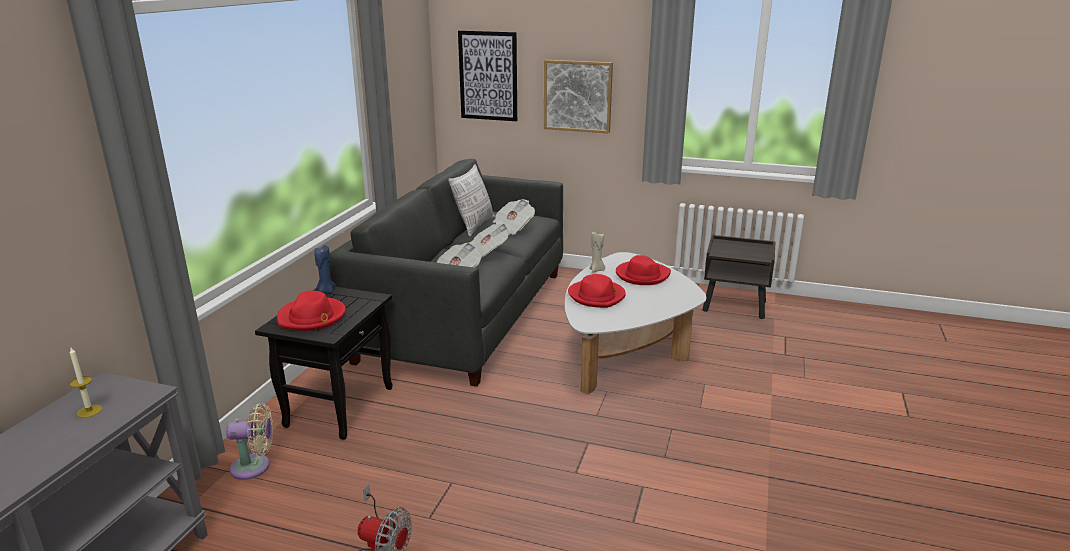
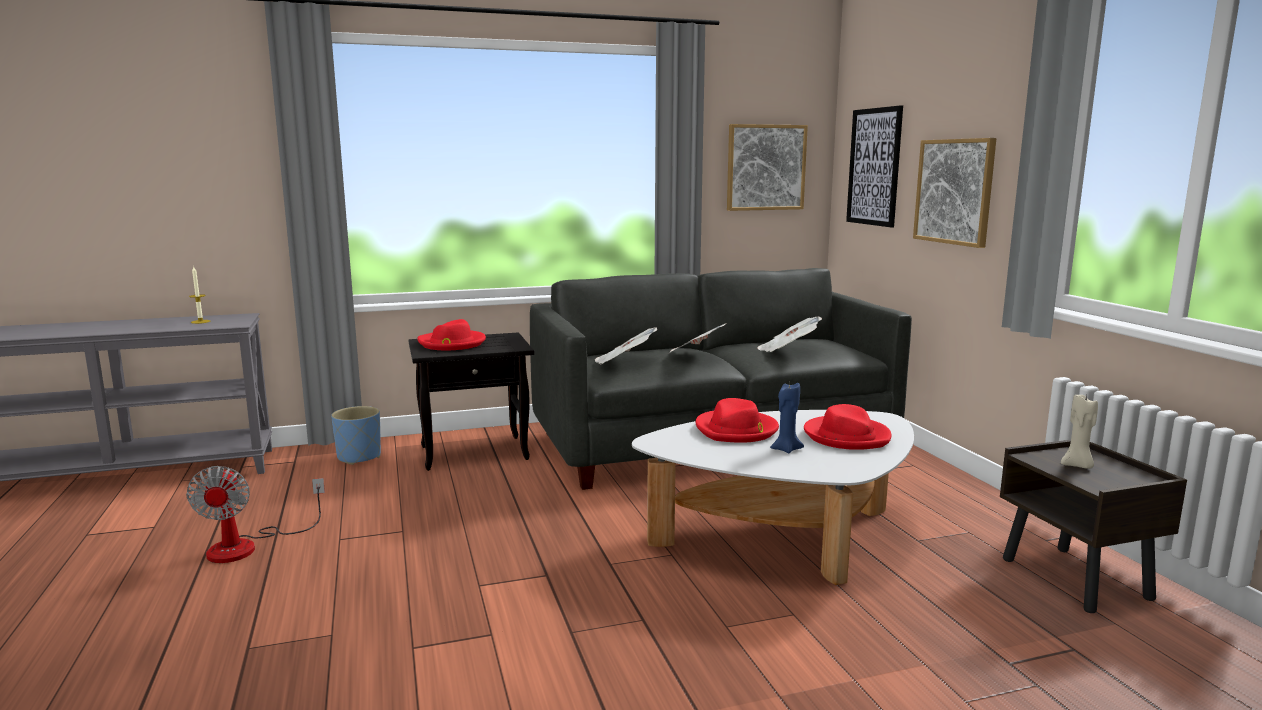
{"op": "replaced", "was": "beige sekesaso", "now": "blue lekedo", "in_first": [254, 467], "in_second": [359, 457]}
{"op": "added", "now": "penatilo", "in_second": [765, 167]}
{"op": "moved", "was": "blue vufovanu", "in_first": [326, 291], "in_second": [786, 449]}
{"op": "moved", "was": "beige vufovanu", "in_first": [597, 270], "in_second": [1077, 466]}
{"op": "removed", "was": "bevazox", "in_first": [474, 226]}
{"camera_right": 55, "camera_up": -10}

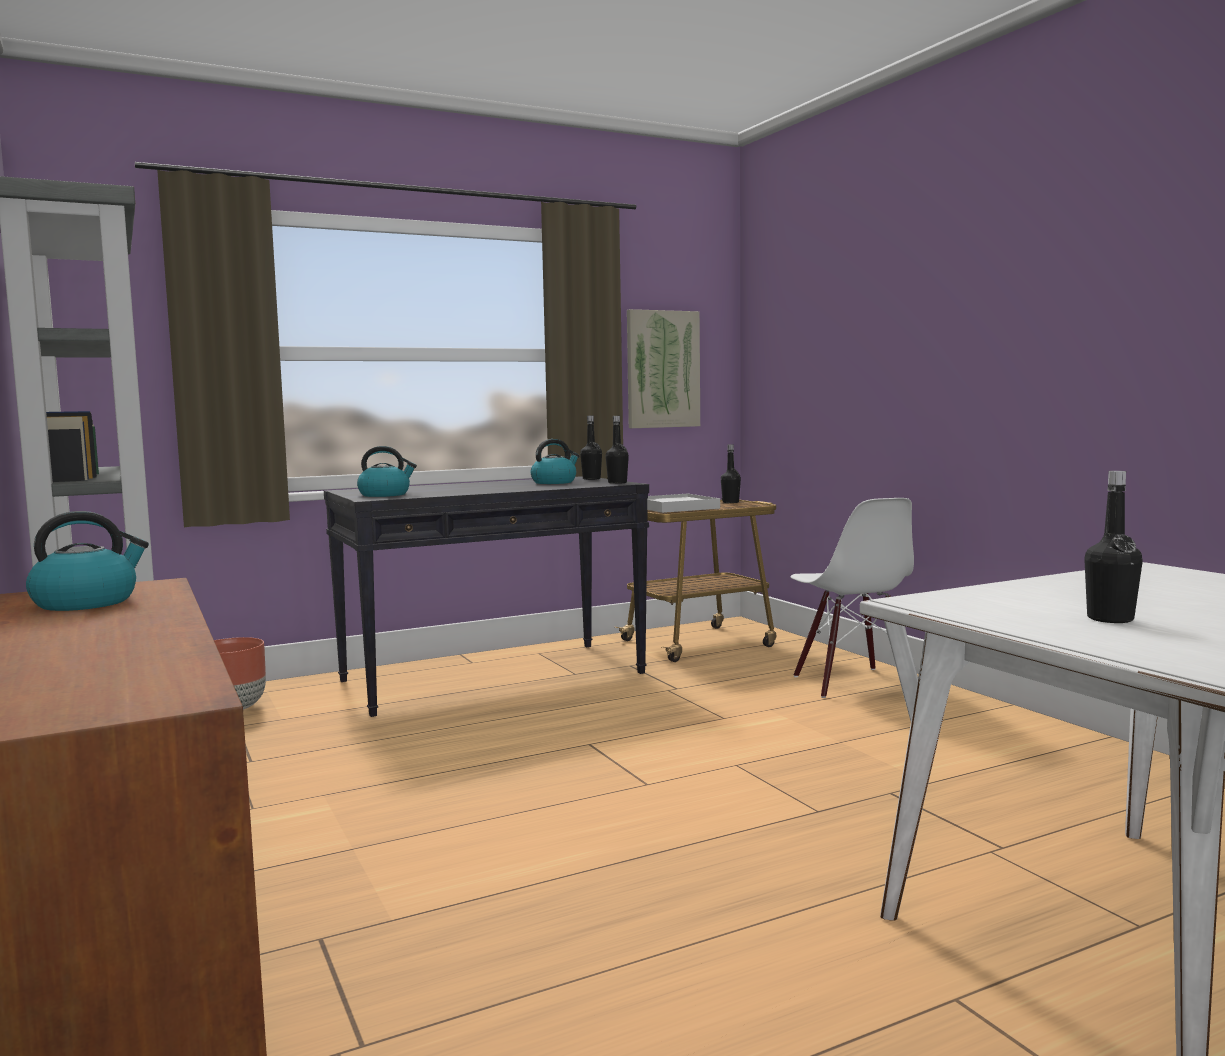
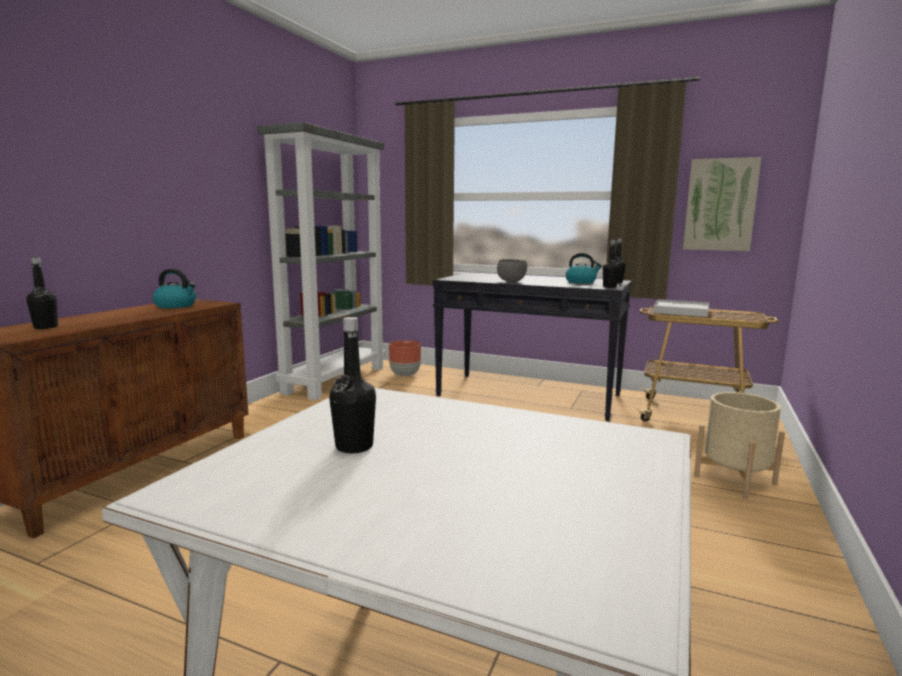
{"op": "moved", "was": "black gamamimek", "in_first": [730, 502], "in_second": [46, 327]}
{"op": "added", "now": "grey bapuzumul", "in_second": [512, 281]}
{"op": "replaced", "was": "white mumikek", "now": "beige lekedo", "in_first": [852, 683], "in_second": [734, 480]}
{"op": "removed", "was": "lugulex", "in_first": [385, 494]}
{"camera_right": 50, "camera_up": 5}

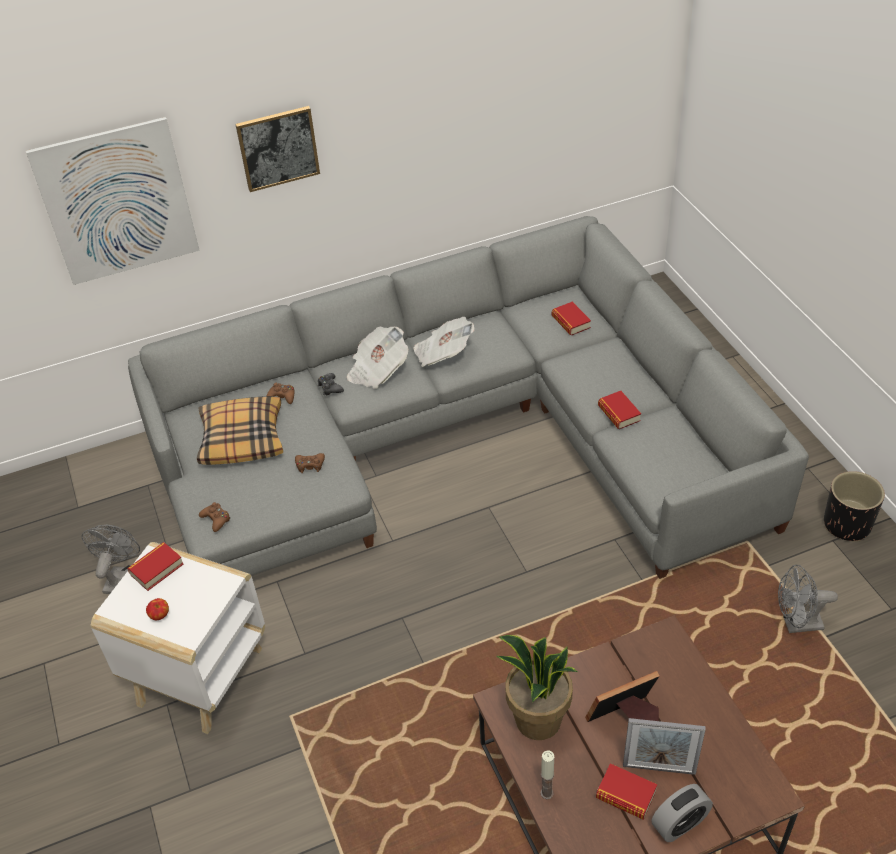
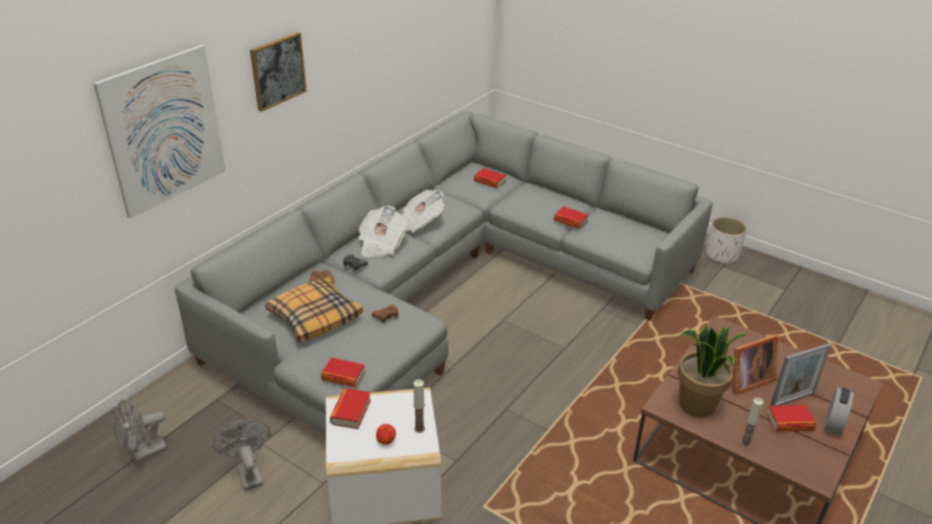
{"op": "moved", "was": "grey sekesaso", "in_first": [796, 625], "in_second": [144, 453]}
{"op": "replaced", "was": "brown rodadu", "now": "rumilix", "in_first": [216, 519], "in_second": [343, 376]}
{"op": "added", "now": "vufovanu", "in_second": [419, 428]}
{"op": "recoloured", "was": "black lekedo", "now": "white lekedo", "in_first": [846, 524], "in_second": [722, 255]}
{"op": "turned", "was": "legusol", "in_first": [625, 718], "in_second": [745, 381], "clockwise": -150}
{"camera_right": -35, "camera_up": -10}

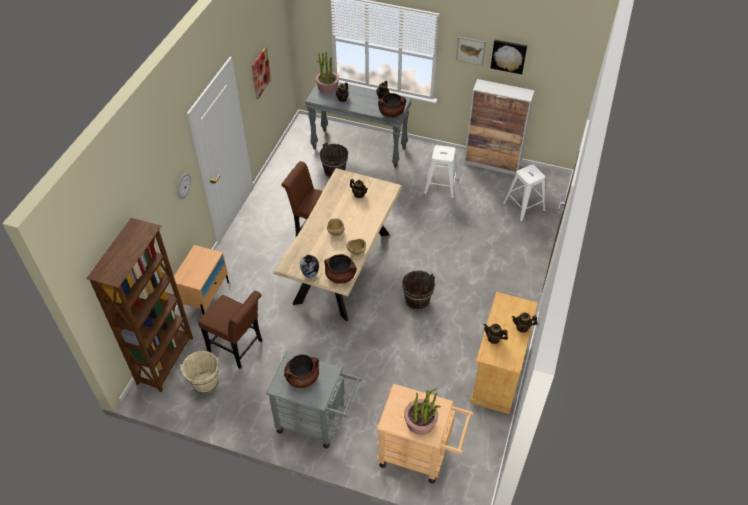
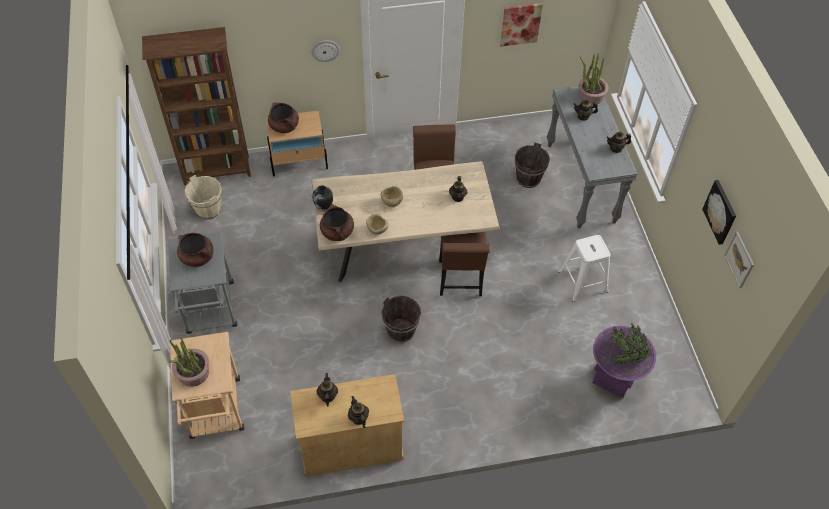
{"op": "moved", "was": "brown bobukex", "in_first": [391, 113], "in_second": [284, 126]}
{"op": "moved", "was": "brown mumikek", "in_first": [238, 348], "in_second": [460, 282]}
{"op": "replaced", "was": "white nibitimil", "now": "purple lekedo", "in_first": [523, 206], "in_second": [614, 377]}
{"op": "moved", "was": "penatilo", "in_first": [470, 50], "in_second": [739, 259]}
{"op": "removed", "was": "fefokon", "in_first": [492, 164]}
{"camera_right": 60, "camera_up": 5}

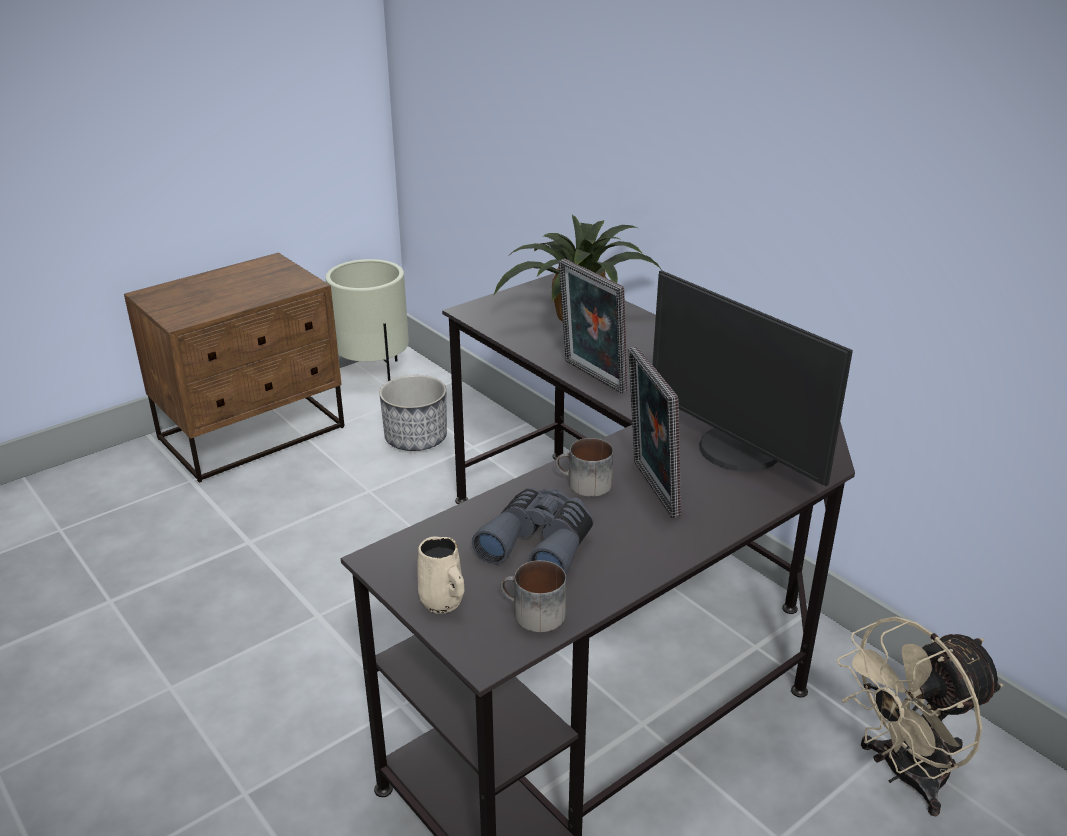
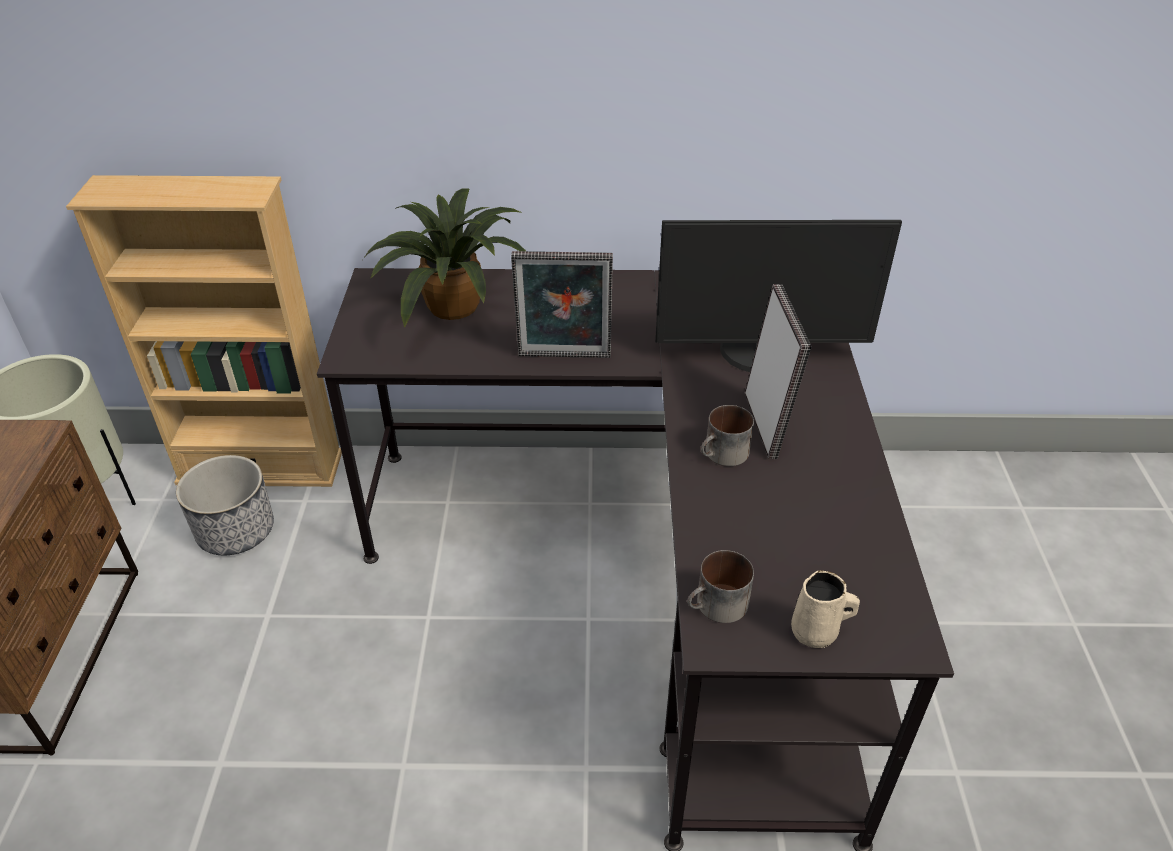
{"op": "added", "now": "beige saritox", "in_second": [261, 467]}
{"op": "moved", "was": "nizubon", "in_first": [532, 614], "in_second": [717, 607]}
{"op": "turned", "was": "legusol", "in_first": [650, 489], "in_second": [766, 424], "clockwise": -120}
{"op": "removed", "was": "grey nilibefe", "in_first": [539, 544]}
{"op": "removed", "was": "beige sekesaso", "in_first": [903, 775]}
{"camera_right": -50, "camera_up": 10}

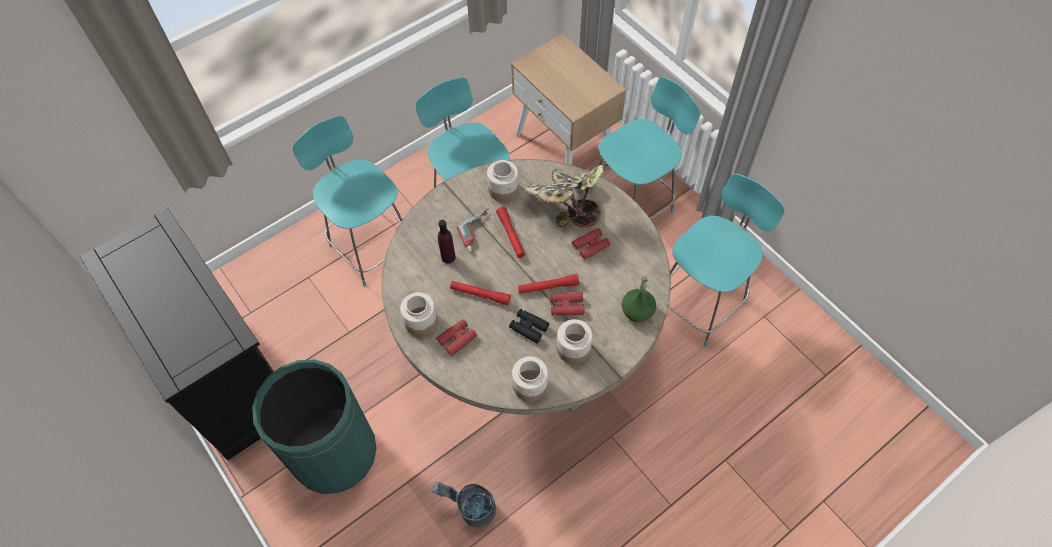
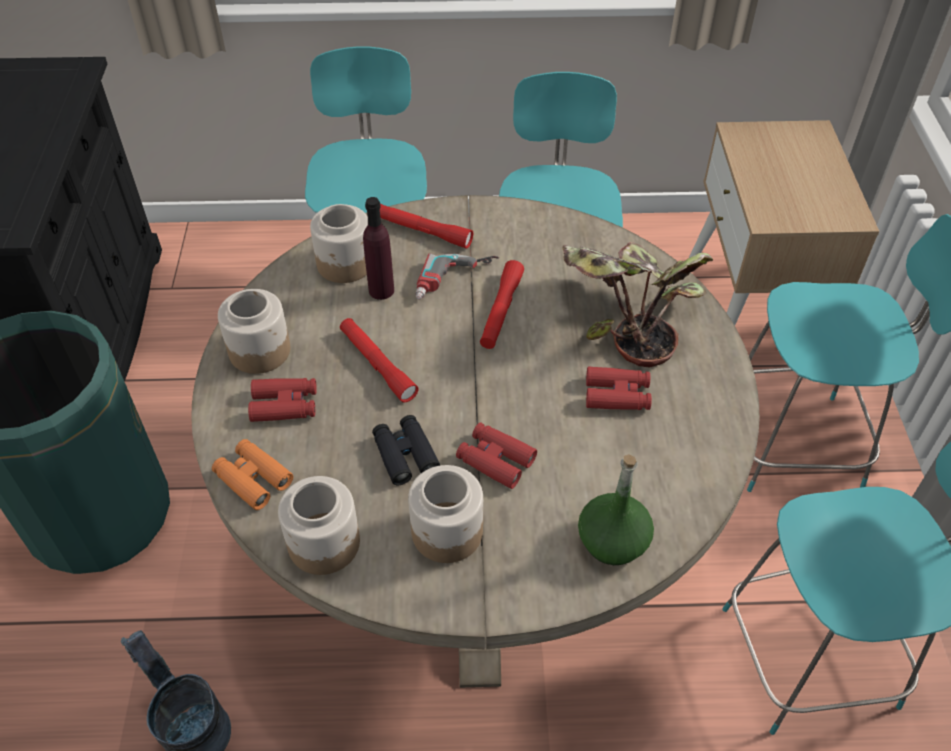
{"op": "added", "now": "orange nilibefe", "in_second": [253, 479]}
{"op": "moved", "was": "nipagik", "in_first": [504, 189], "in_second": [345, 264]}
{"op": "moved", "was": "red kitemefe", "in_first": [548, 287], "in_second": [423, 232]}
{"camera_right": 35, "camera_up": -10}

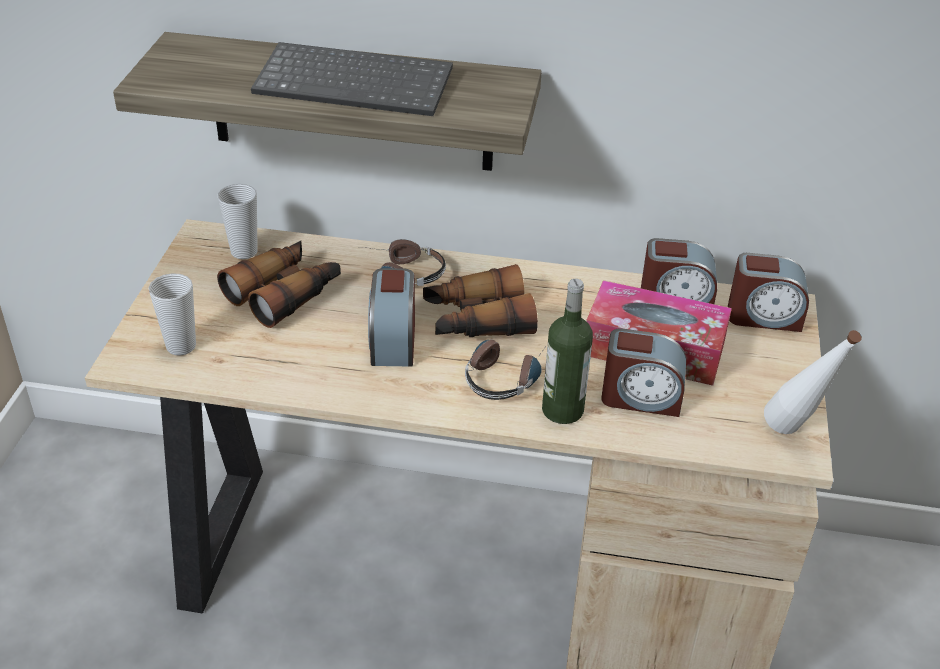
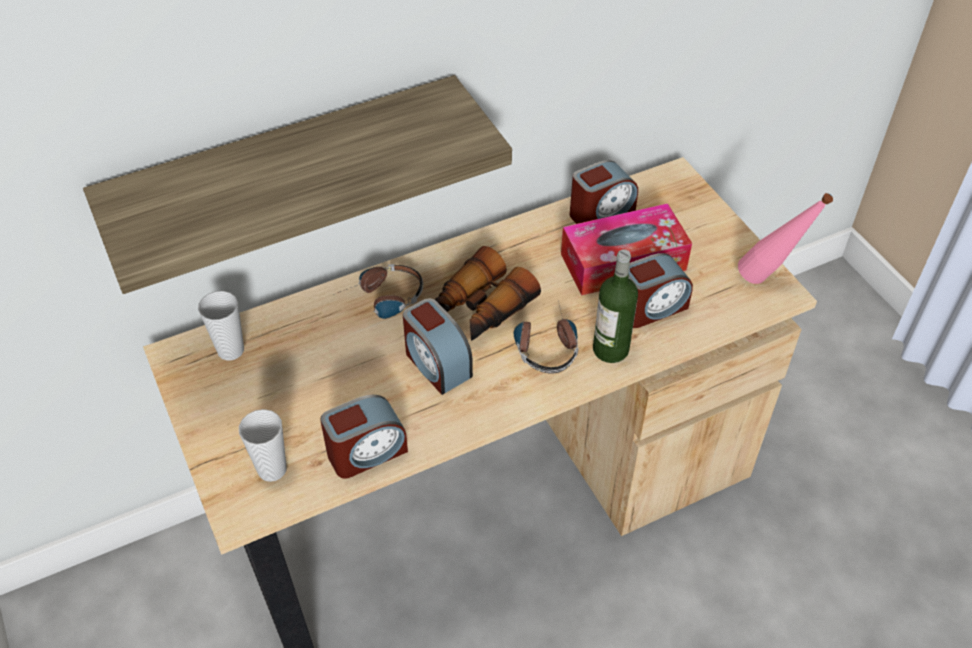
{"op": "moved", "was": "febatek", "in_first": [764, 316], "in_second": [366, 452]}
{"op": "recoloured", "was": "white gamamimek", "now": "pink gamamimek", "in_first": [794, 437], "in_second": [768, 281]}
{"op": "removed", "was": "nilibefe", "in_first": [285, 293]}
{"op": "removed", "was": "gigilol", "in_first": [357, 83]}
{"camera_right": -35, "camera_up": 10}

